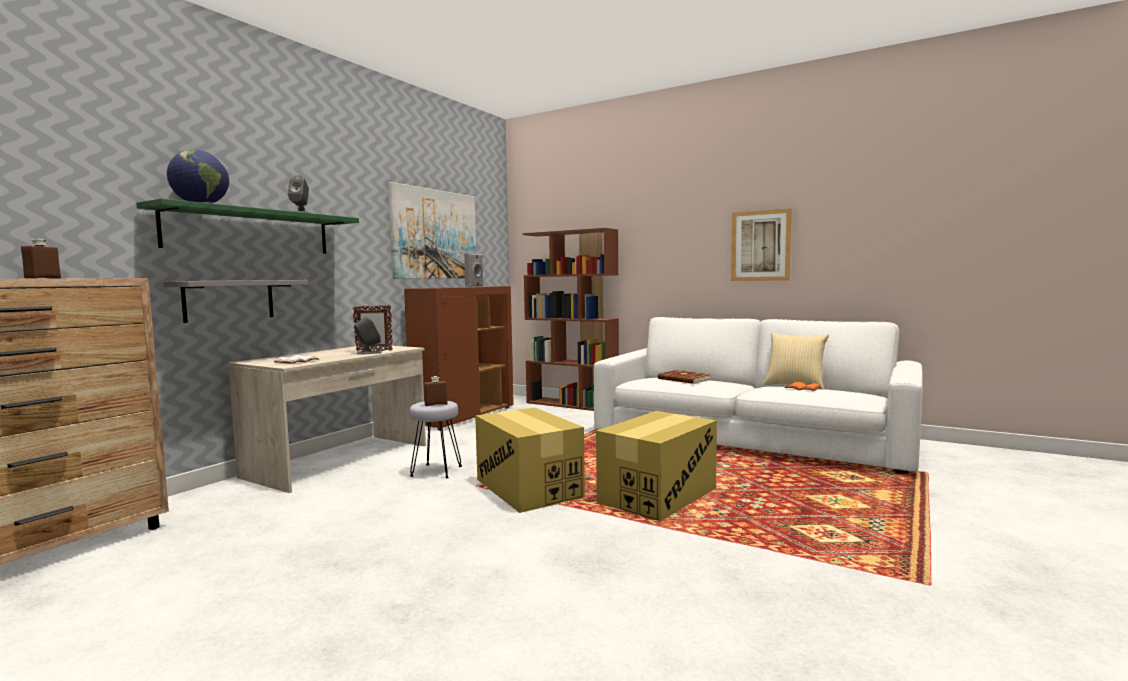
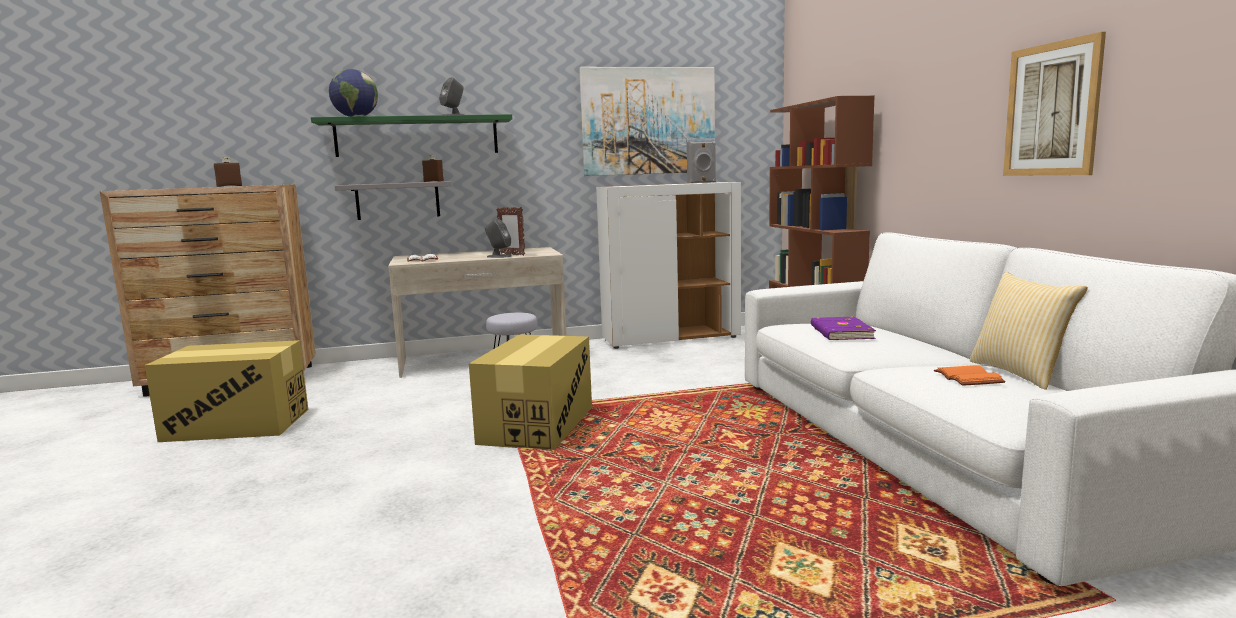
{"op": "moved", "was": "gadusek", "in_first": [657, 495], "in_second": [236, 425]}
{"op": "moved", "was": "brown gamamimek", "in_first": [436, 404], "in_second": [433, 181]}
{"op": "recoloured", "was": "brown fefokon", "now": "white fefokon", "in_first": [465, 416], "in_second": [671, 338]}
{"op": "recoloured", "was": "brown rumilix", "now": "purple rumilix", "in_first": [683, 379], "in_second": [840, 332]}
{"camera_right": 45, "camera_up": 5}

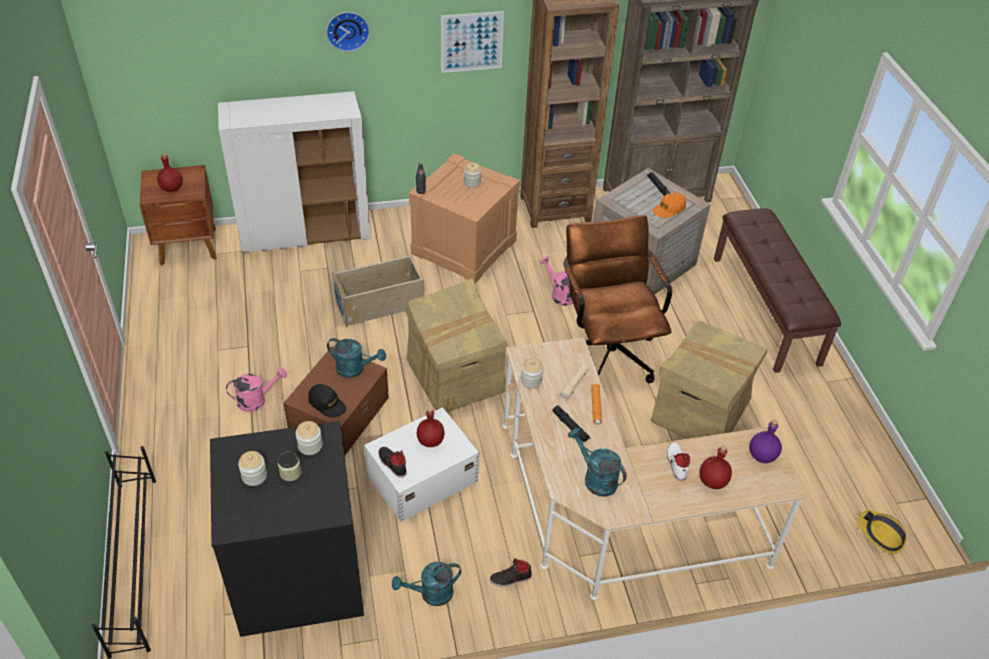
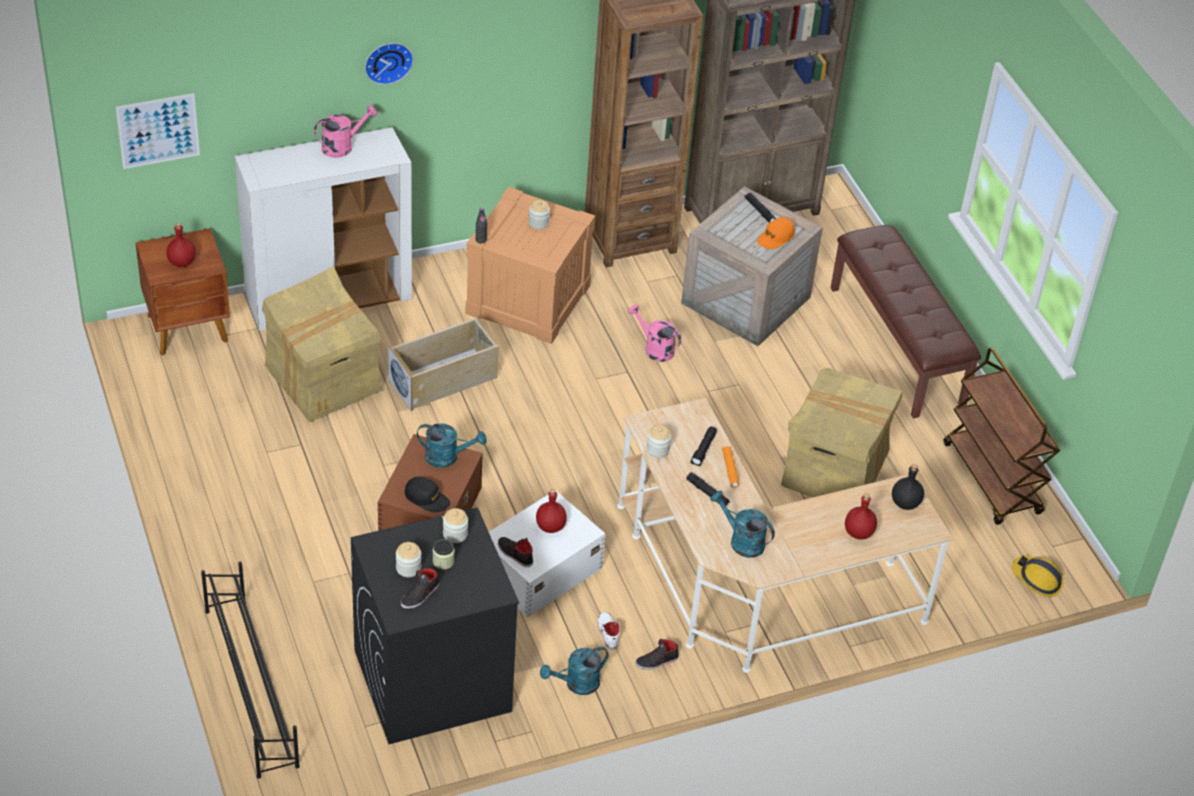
{"op": "moved", "was": "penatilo", "in_first": [472, 42], "in_second": [158, 131]}
{"op": "moved", "was": "gadusek", "in_first": [455, 375], "in_second": [323, 378]}
{"op": "moved", "was": "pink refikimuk", "in_first": [257, 400], "in_second": [342, 146]}
{"op": "added", "now": "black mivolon", "in_second": [420, 595]}
{"op": "moved", "was": "white mivolon", "in_first": [676, 463], "in_second": [607, 632]}
{"op": "recoloured", "was": "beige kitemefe", "now": "black kitemefe", "in_first": [574, 385], "in_second": [704, 450]}
{"op": "recoloured", "was": "purple gamamimek", "now": "black gamamimek", "in_first": [762, 456], "in_second": [906, 503]}
{"op": "added", "now": "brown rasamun", "in_second": [992, 479]}
{"op": "removed", "was": "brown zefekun", "in_first": [607, 349]}
{"camera_right": -10, "camera_up": 0}

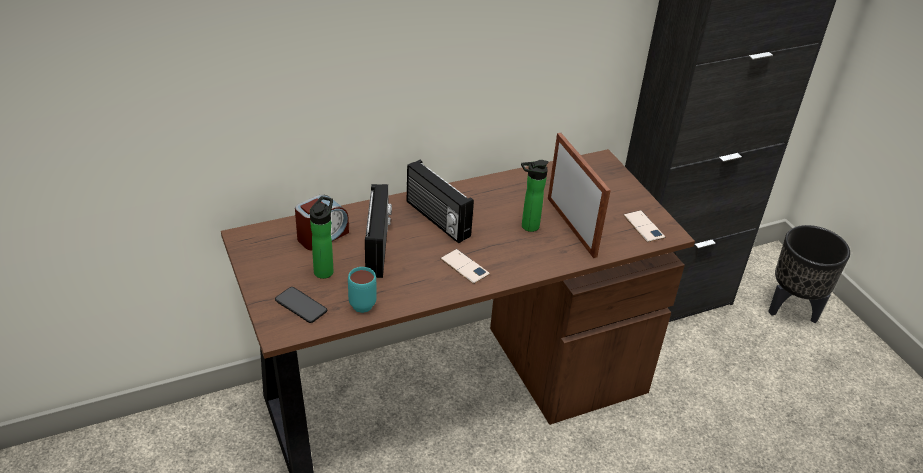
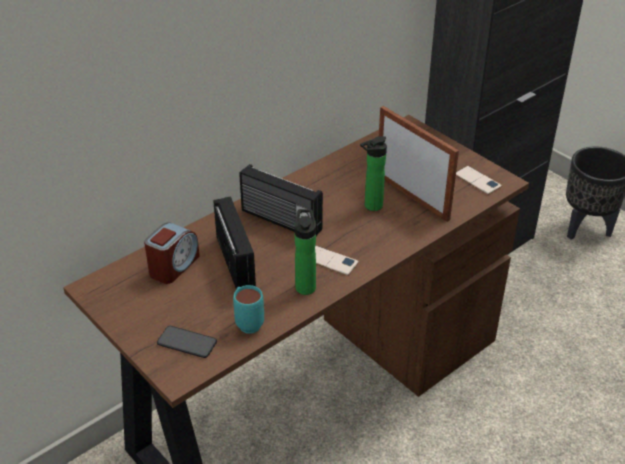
{"op": "moved", "was": "gamamimek", "in_first": [325, 270], "in_second": [305, 285]}
{"camera_right": -15, "camera_up": 0}

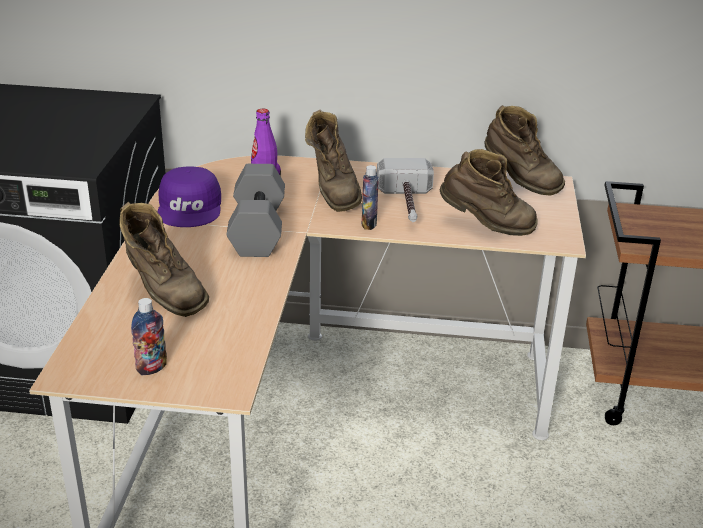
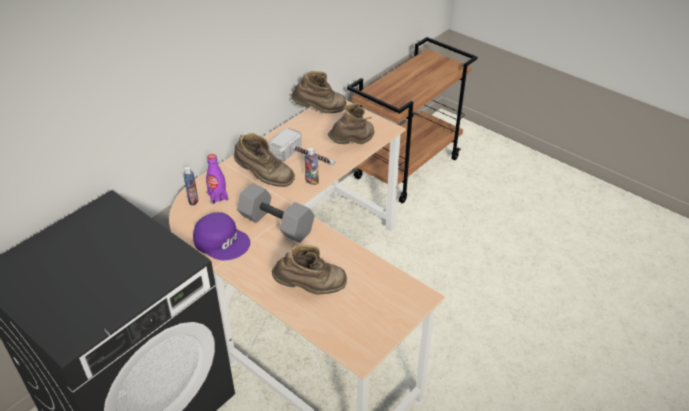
{"op": "moved", "was": "gamamimek", "in_first": [152, 368], "in_second": [193, 200]}
{"camera_right": -55, "camera_up": 10}

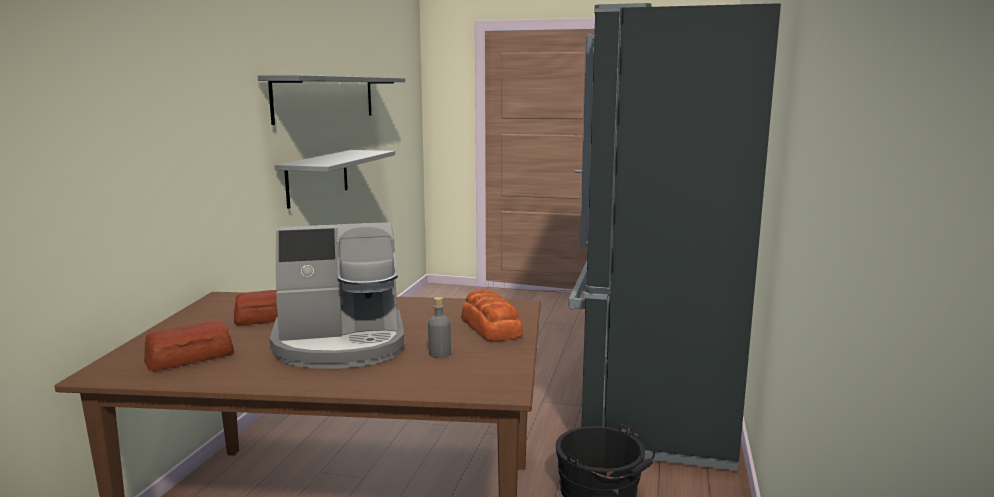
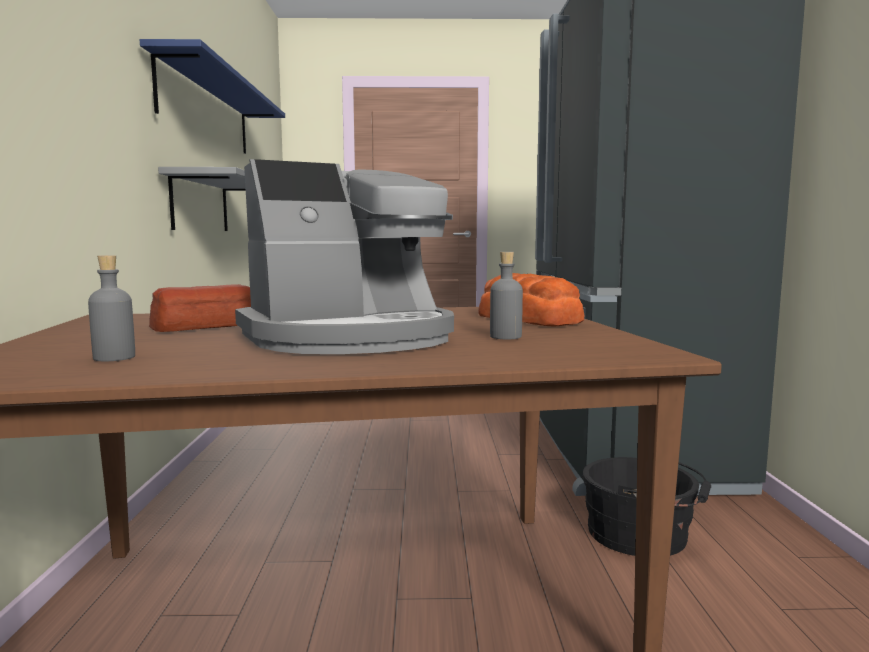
{"op": "replaced", "was": "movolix", "now": "grey gamamimek", "in_first": [191, 357], "in_second": [114, 357]}
{"op": "recoloured", "was": "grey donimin", "now": "blue donimin", "in_first": [326, 98], "in_second": [207, 111]}
{"camera_right": -15, "camera_up": -5}

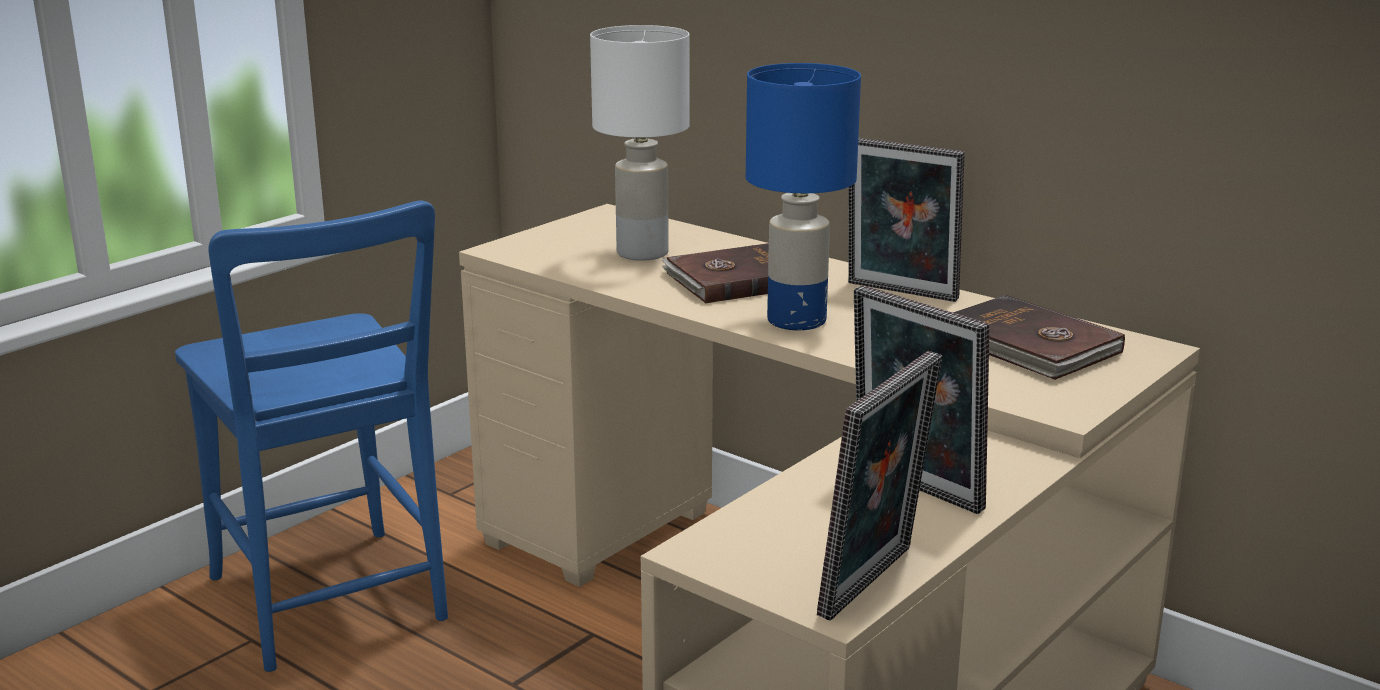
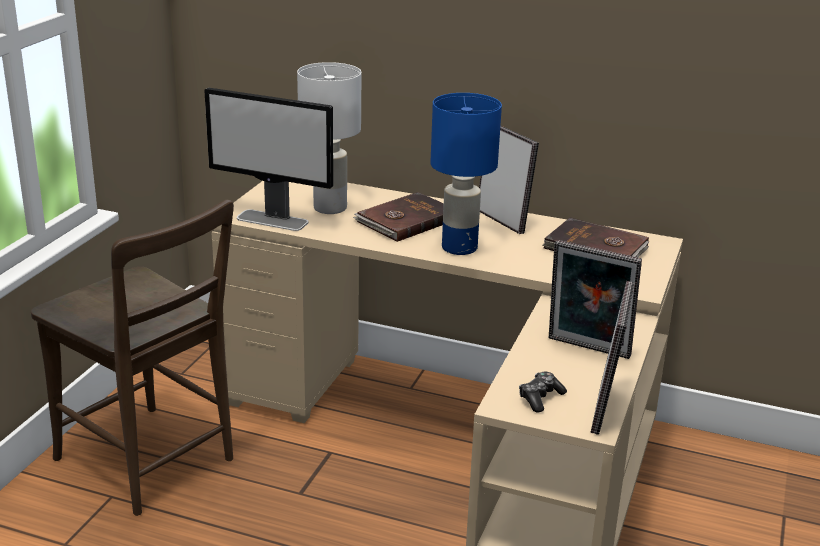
{"op": "recoloured", "was": "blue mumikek", "now": "brown mumikek", "in_first": [332, 605], "in_second": [150, 463]}
{"op": "added", "now": "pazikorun", "in_second": [273, 220]}
{"op": "turned", "was": "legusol", "in_first": [899, 293], "in_second": [503, 220], "clockwise": -135}
{"op": "added", "now": "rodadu", "in_second": [540, 398]}
{"camera_right": -20, "camera_up": 5}

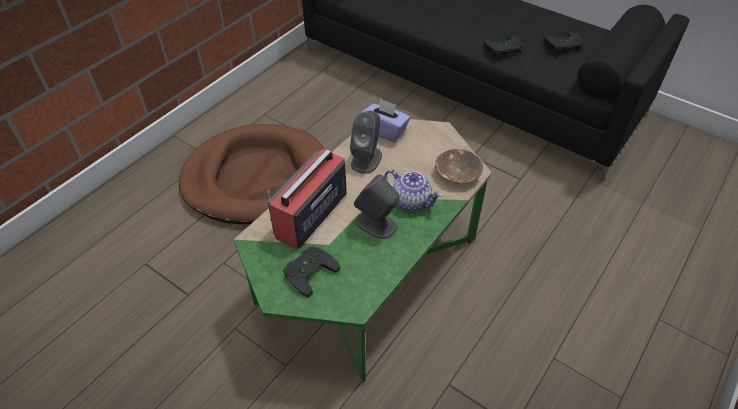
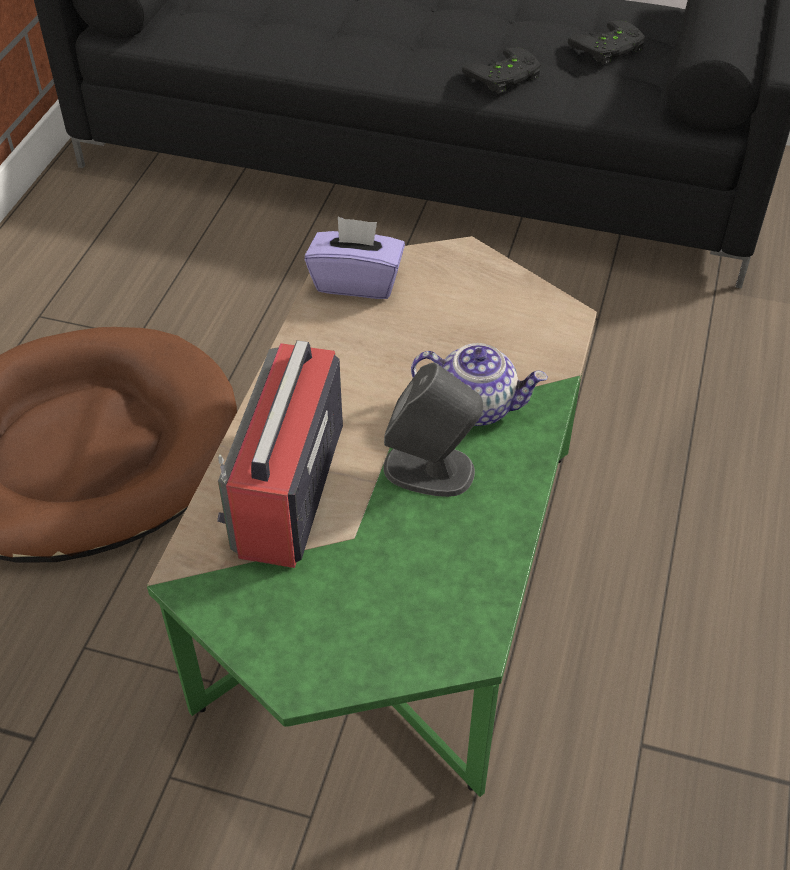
{"op": "removed", "was": "black rodadu", "in_first": [308, 270]}
{"op": "removed", "was": "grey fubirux", "in_first": [366, 159]}
{"op": "removed", "was": "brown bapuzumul", "in_first": [457, 173]}
{"camera_right": -20, "camera_up": 0}

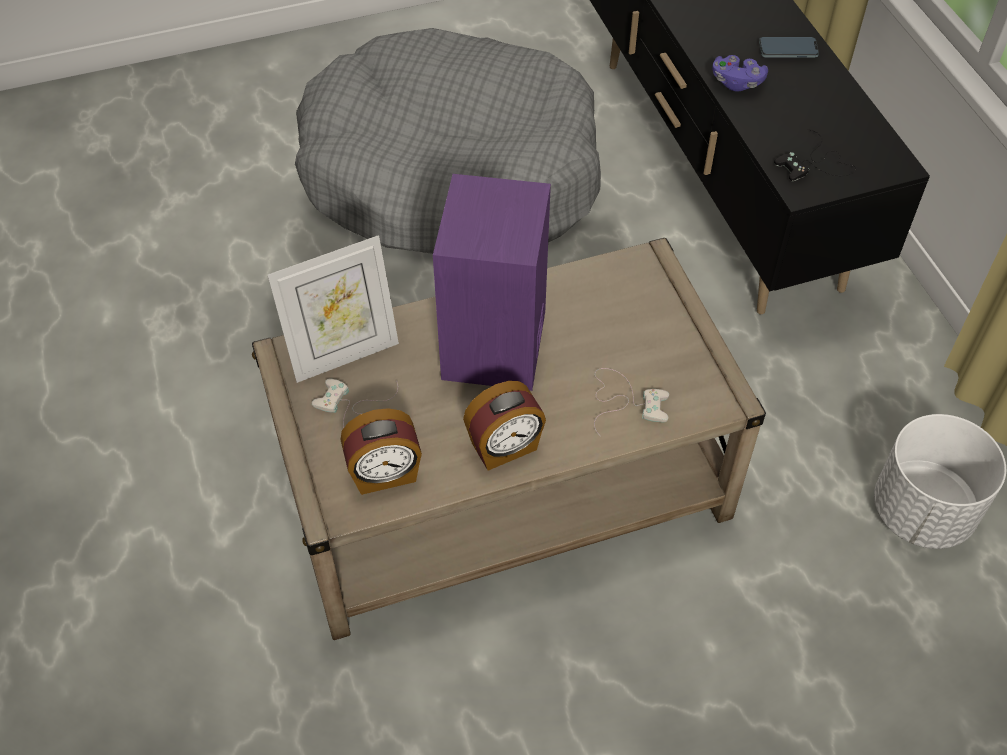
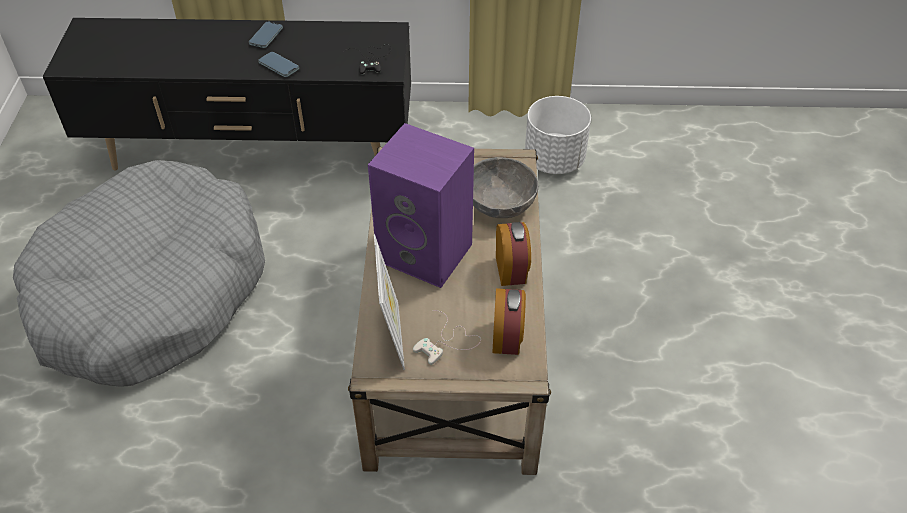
{"op": "replaced", "was": "purple rodadu", "now": "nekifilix", "in_first": [736, 82], "in_second": [279, 66]}
{"op": "replaced", "was": "white rodadu", "now": "grey bapuzumul", "in_first": [625, 400], "in_second": [500, 204]}
{"camera_right": -70, "camera_up": -5}

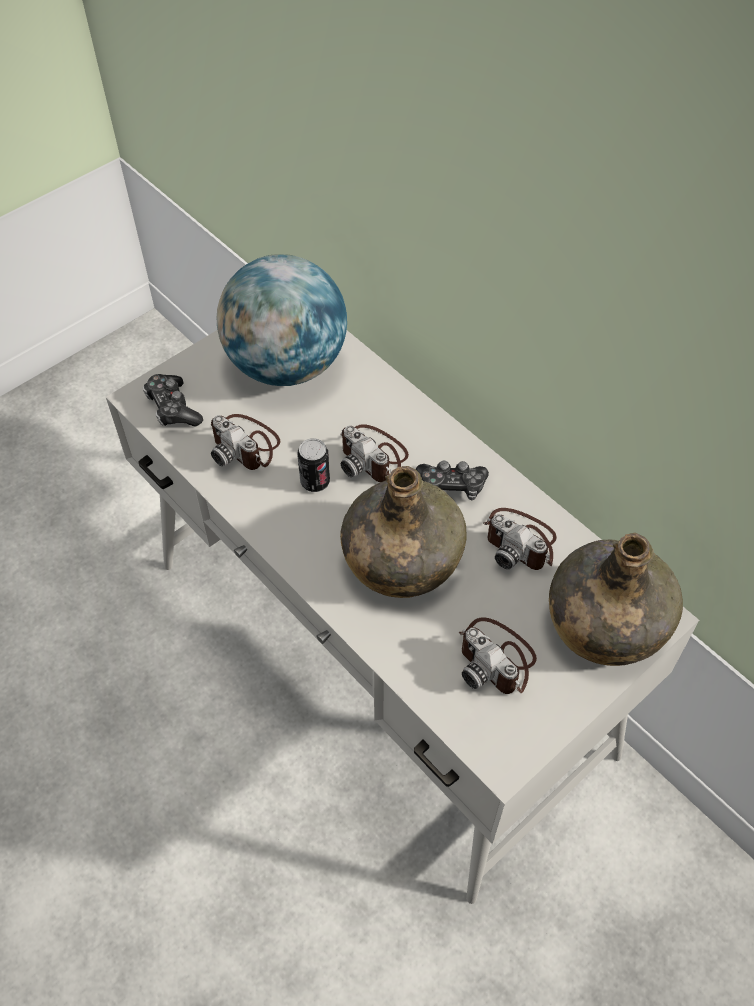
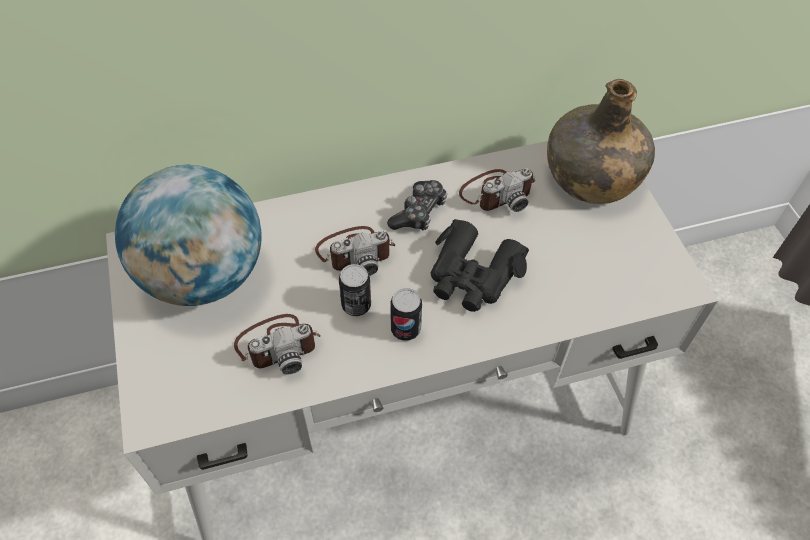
{"op": "added", "now": "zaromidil", "in_second": [405, 329]}
{"op": "replaced", "was": "green gamamimek", "now": "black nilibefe", "in_first": [401, 559], "in_second": [472, 275]}
{"op": "removed", "was": "rodadu", "in_first": [173, 408]}
{"op": "removed", "was": "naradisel", "in_first": [496, 658]}
{"camera_right": -65, "camera_up": 0}

